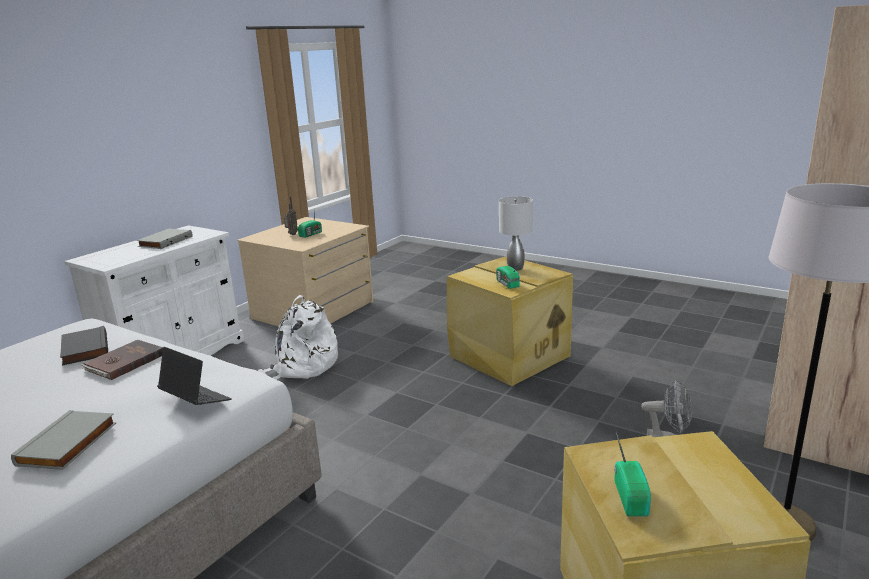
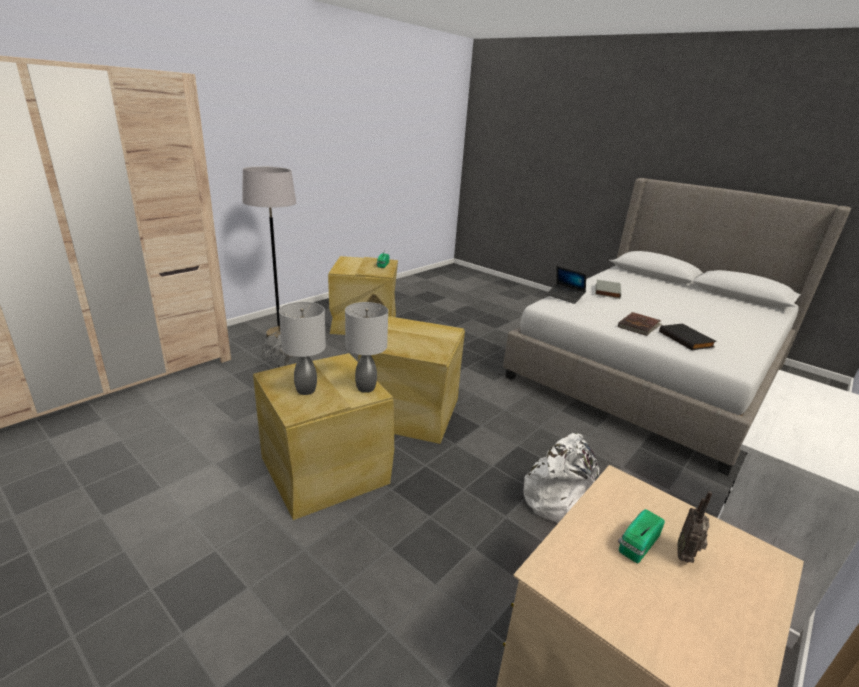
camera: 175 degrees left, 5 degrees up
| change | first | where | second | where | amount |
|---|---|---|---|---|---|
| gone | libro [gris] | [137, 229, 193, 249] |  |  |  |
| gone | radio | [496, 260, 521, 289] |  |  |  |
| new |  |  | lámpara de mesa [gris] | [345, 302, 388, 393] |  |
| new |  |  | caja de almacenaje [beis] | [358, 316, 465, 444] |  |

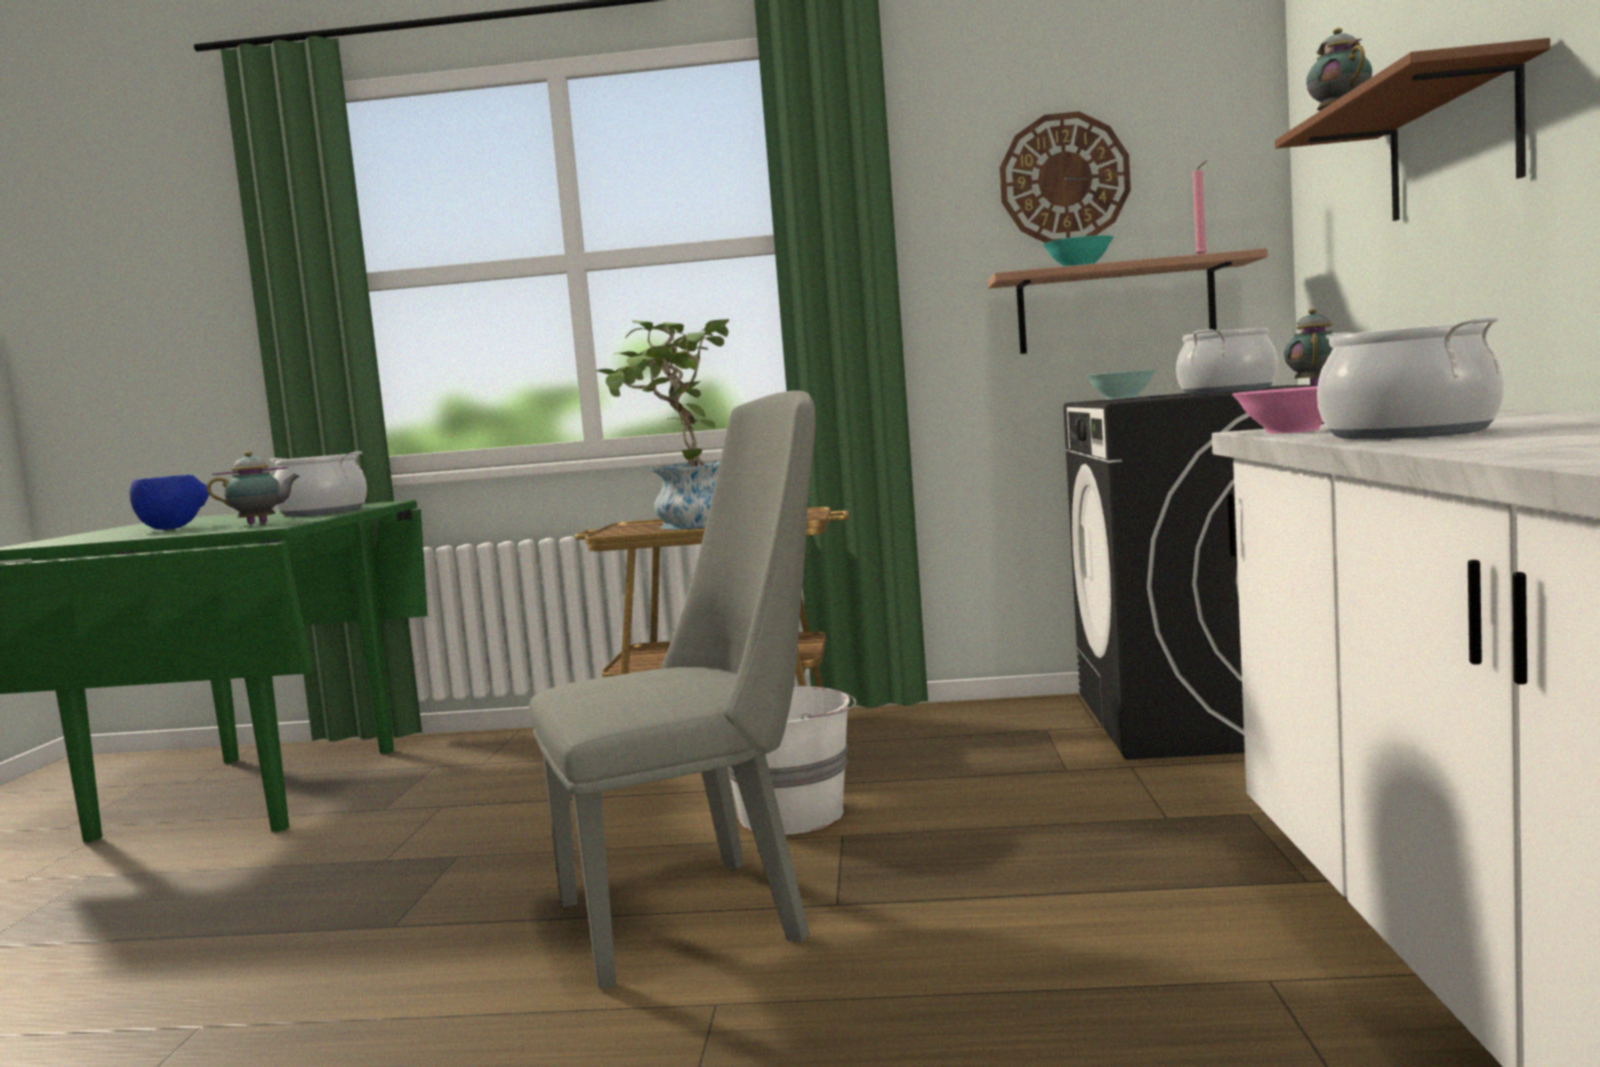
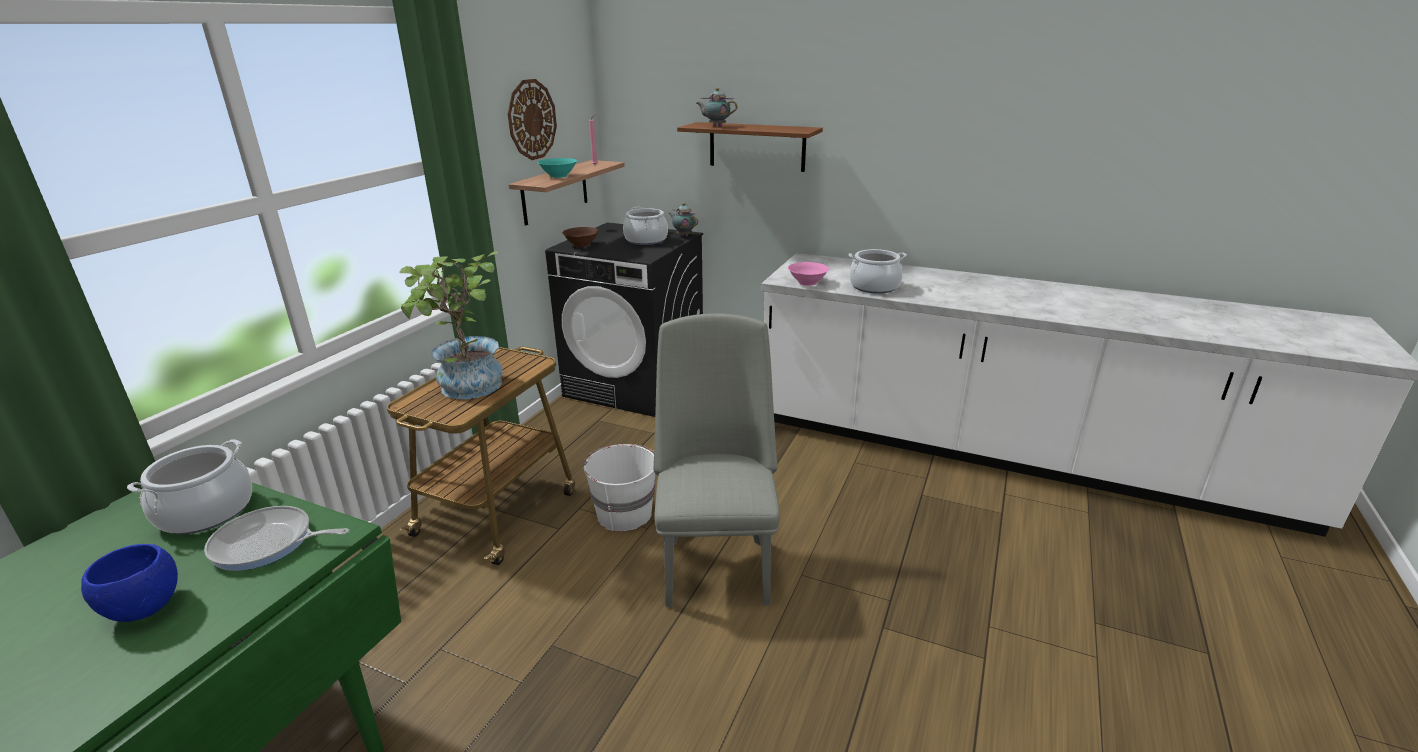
camera: 70 degrees left, 20 degrees up
| change | first | where | second | where | amount |
|---|---|---|---|---|---|
| swapped | tetera | [207, 451, 300, 525] | sartén | [204, 506, 349, 571] |  |
| repainted | cuenco [turquesa] | [1085, 369, 1157, 400] | cuenco [marrón] | [562, 227, 599, 247] |  |

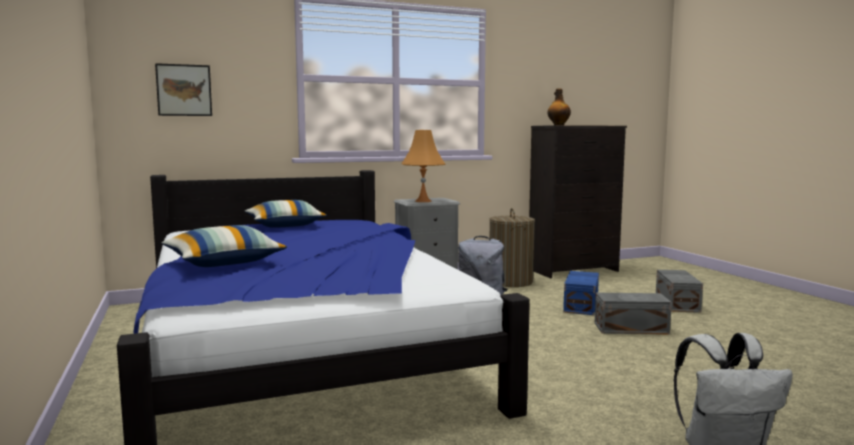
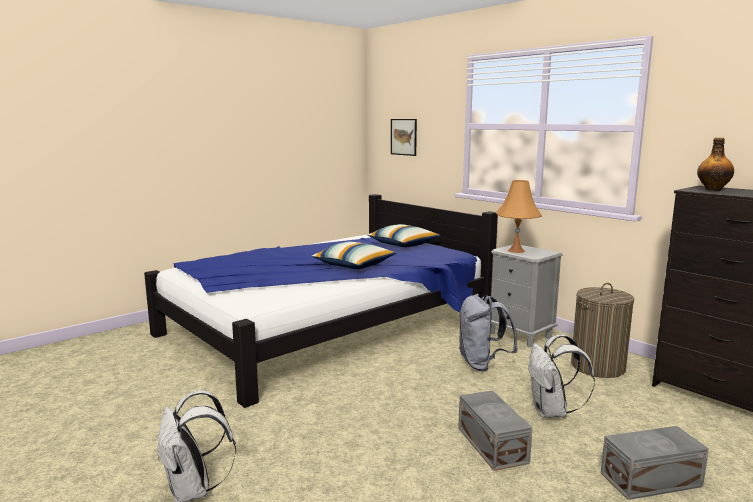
camera: 70 degrees right, 5 degrees up
| change | first | where | second | where | amount |
|---|---|---|---|---|---|
| shifted | cojín | [161, 225, 287, 267] |  | [312, 242, 397, 269] |  |
| swapped | caja de almacenaje [azul] | [563, 271, 599, 315] | mochila [blanco] | [528, 334, 595, 418] |  |

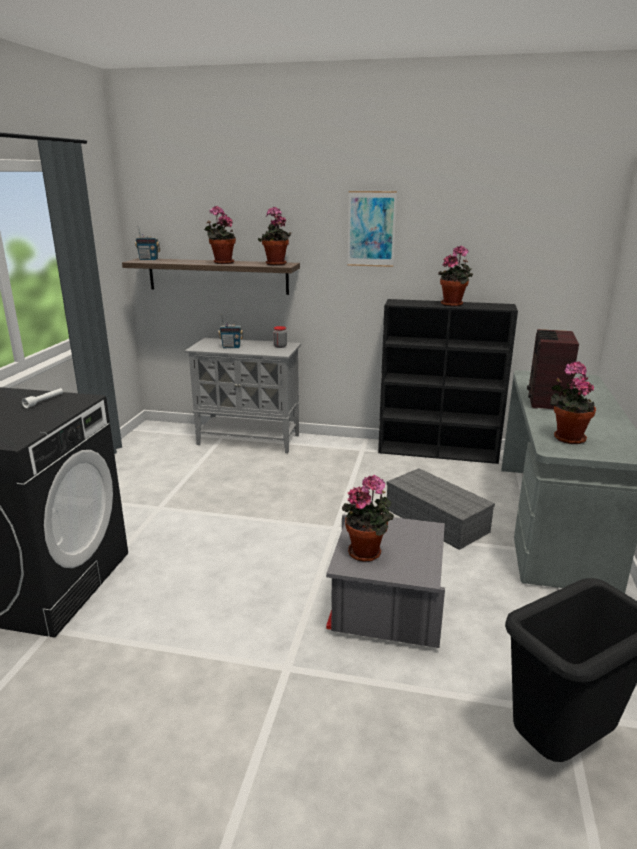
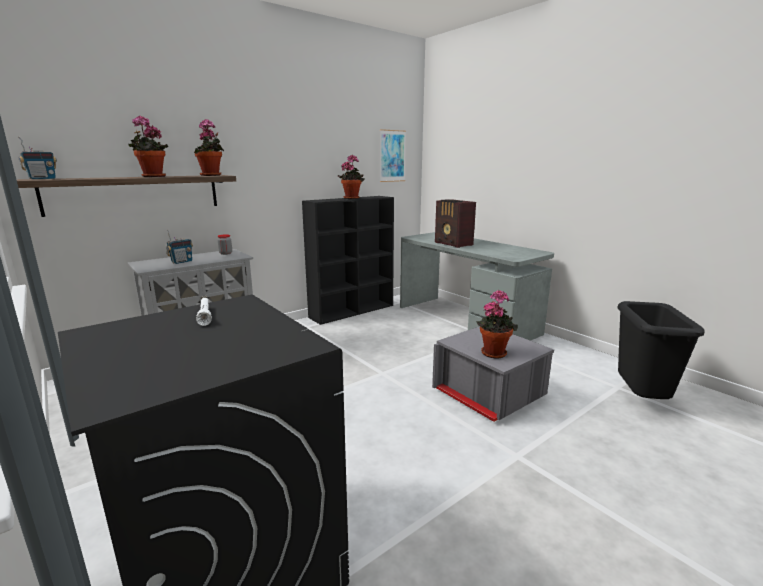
camera: 50 degrees left, 5 degrees down
| change | first | where | second | where | amount |
|---|---|---|---|---|---|
| gone | caja de almacenaje [gris] | [386, 468, 495, 550] |  |  |  |
| gone | planta en maceta | [550, 361, 596, 444] |  |  |  |
| shifted | cuadro | [347, 191, 397, 267] |  | [380, 129, 406, 182] |  |

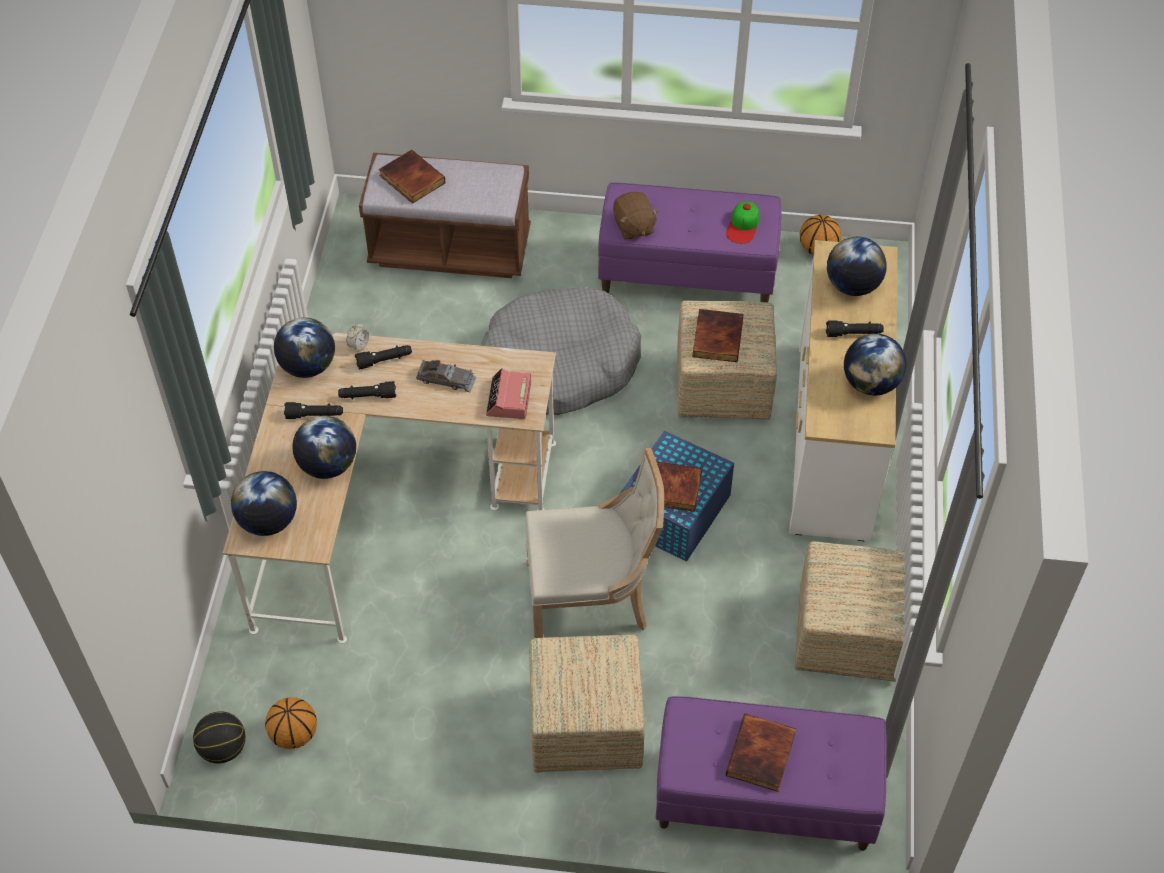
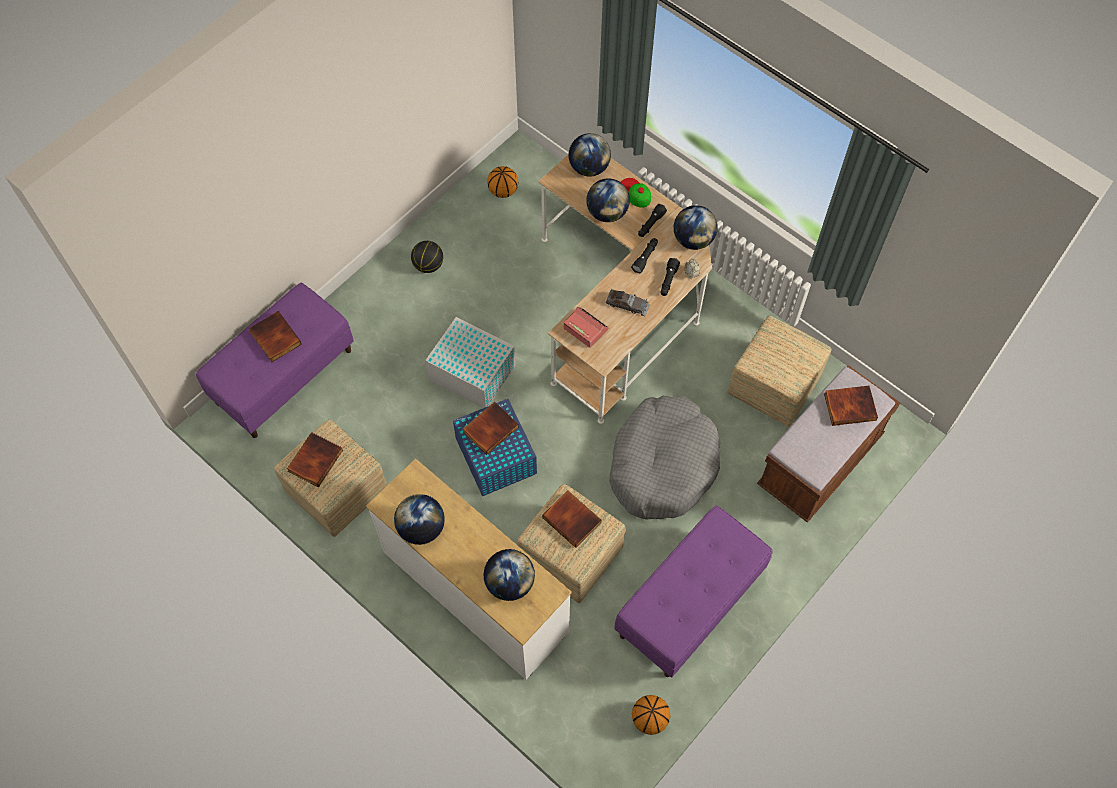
camera: 125 degrees right, 10 degrees up
| change | first | where | second | where | amount |
|---|---|---|---|---|---|
| gone | peluche [marrón] | [613, 192, 659, 240] |  |  |  |
| gone | linterna [negro] | [826, 321, 884, 337] |  |  |  |
| new |  |  | libro | [287, 432, 343, 487] |  |
| shifted | balón de baloncesto | [193, 711, 246, 763] |  | [411, 241, 443, 273] |  |
| shifted | puf | [529, 635, 645, 773] |  | [727, 315, 831, 427] |  |
| shifted | gorra | [726, 201, 759, 244] |  | [621, 178, 651, 208] |  |
| swapped | silla [beis] | [525, 448, 664, 638] | caja de almacenaje [blanco] | [425, 317, 515, 408] |  |
| rotated | coche de juguete [gris] | [416, 360, 476, 392] |  | [606, 289, 650, 316] | 120 degrees counterclockwise |

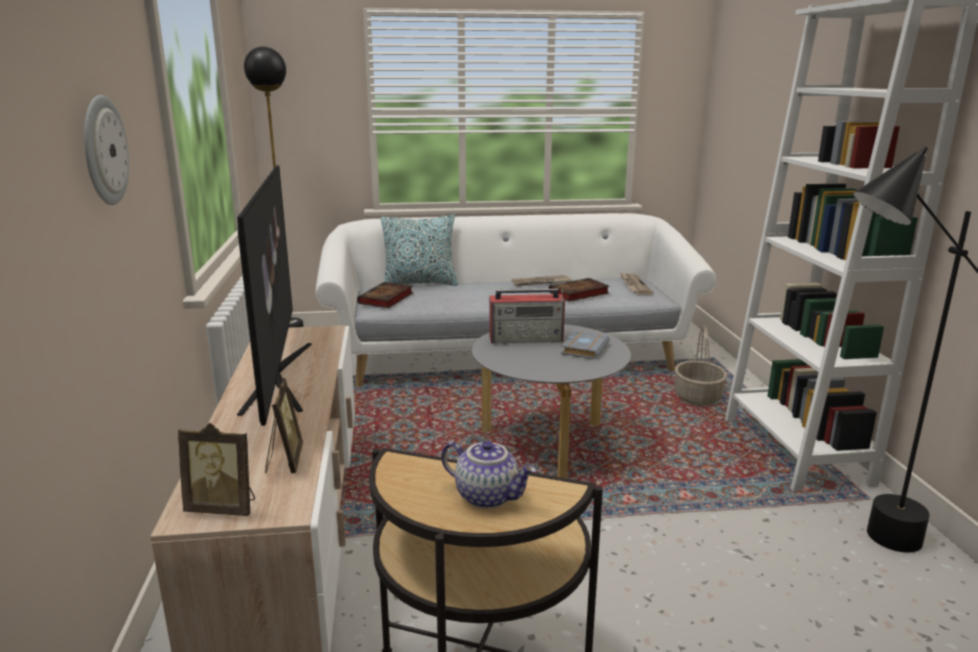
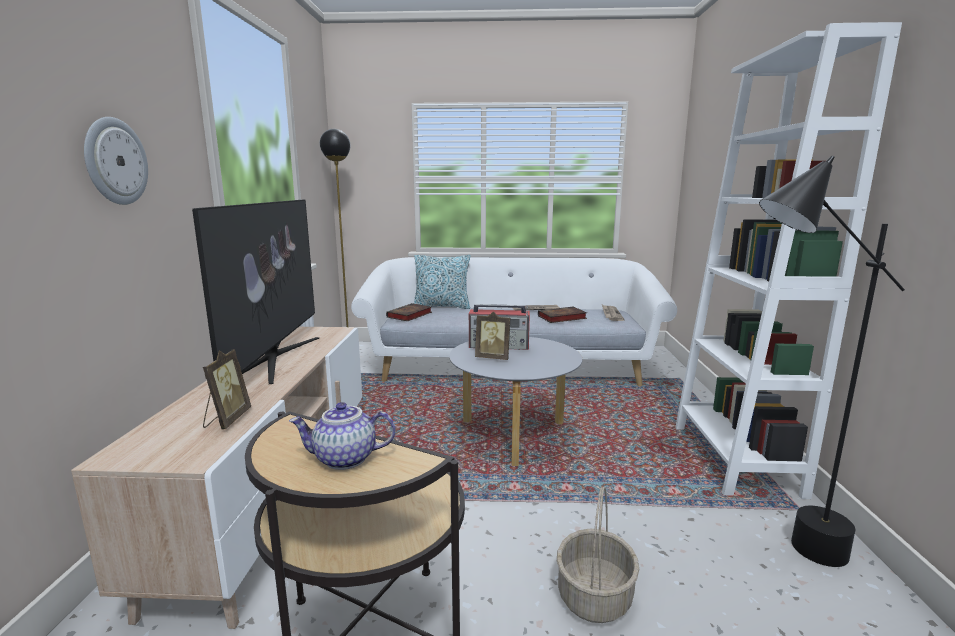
camera: 10 degrees right, 5 degrees down
| change | first | where | second | where | amount |
|---|---|---|---|---|---|
| gone | libro [gris] | [561, 331, 610, 359] |  |  |  |
| shifted | portarretratos | [178, 423, 255, 516] |  | [475, 312, 510, 360] |  |
| shifted | cesta | [675, 325, 727, 406] |  | [557, 486, 640, 623] |  |
| rotated | tetera | [441, 440, 536, 509] |  | [289, 402, 396, 470] | 135 degrees clockwise |

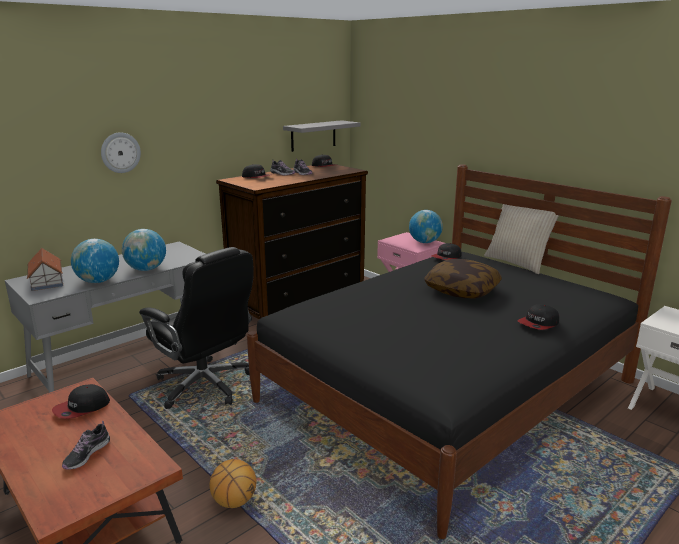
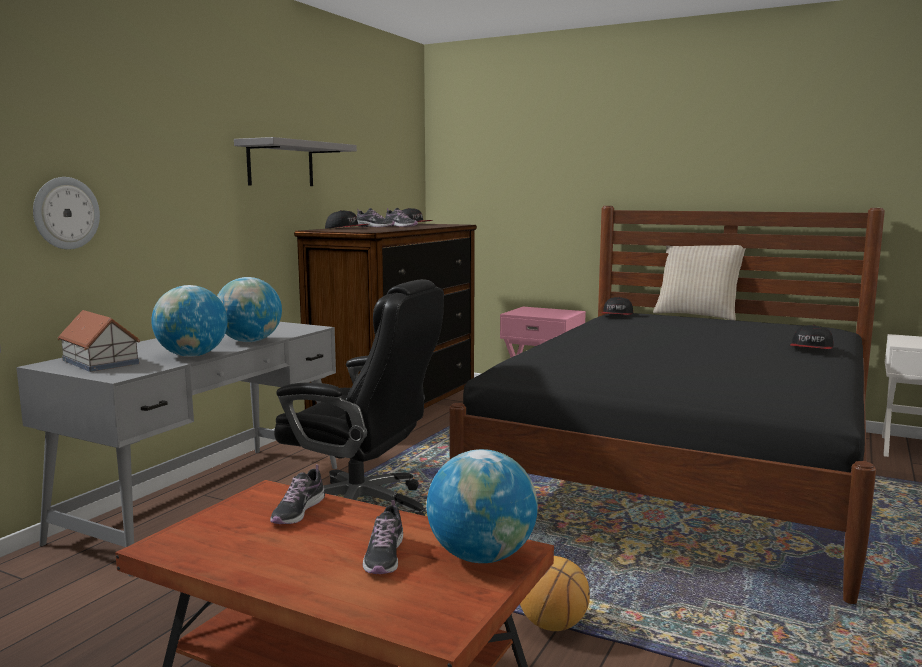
camera: 20 degrees left, 10 degrees down
| change | first | where | second | where | amount |
|---|---|---|---|---|---|
| gone | cojín | [424, 259, 502, 298] |  |  |  |
| shifted | reloj de pared | [101, 132, 141, 173] |  | [33, 177, 100, 250] |  |
| shifted | estante [gris] | [283, 120, 361, 152] |  | [234, 137, 357, 186] |  |
| shifted | globo terráqueo | [409, 210, 443, 243] |  | [427, 449, 538, 563] |  |
| swapped | gorra | [52, 384, 110, 419] | zapato | [270, 465, 325, 524] |  |

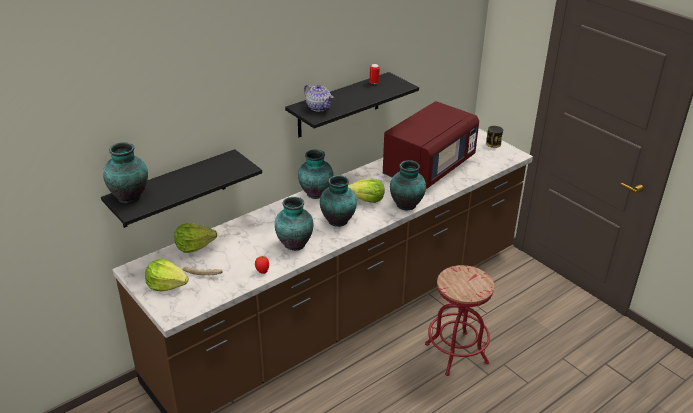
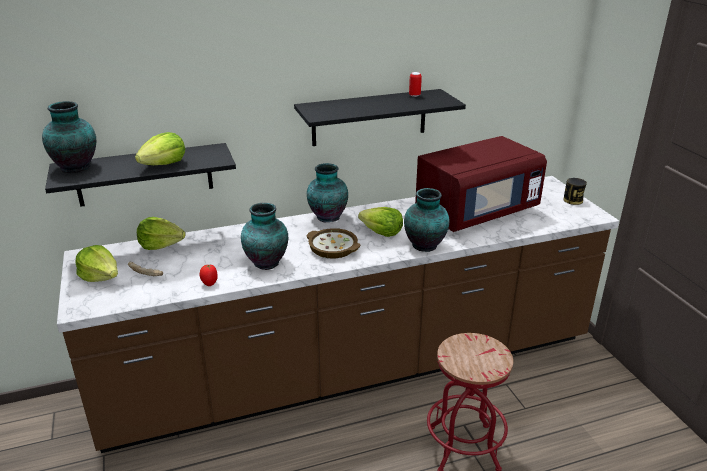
camera: 20 degrees right, 5 degrees down
| change | first | where | second | where | amount |
|---|---|---|---|---|---|
| gone | tetera | [304, 84, 334, 112] |  |  |  |
| new |  |  | lechuga | [135, 132, 185, 165] |  |
| swapped | florero | [320, 175, 357, 227] | cuenco | [306, 228, 360, 259] |  |

